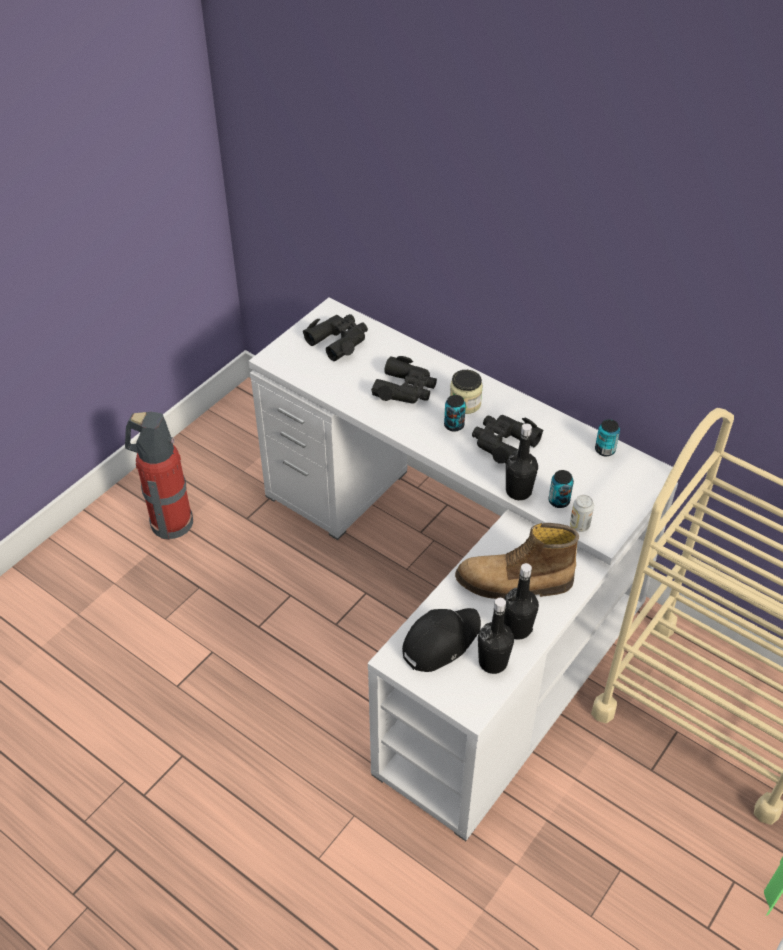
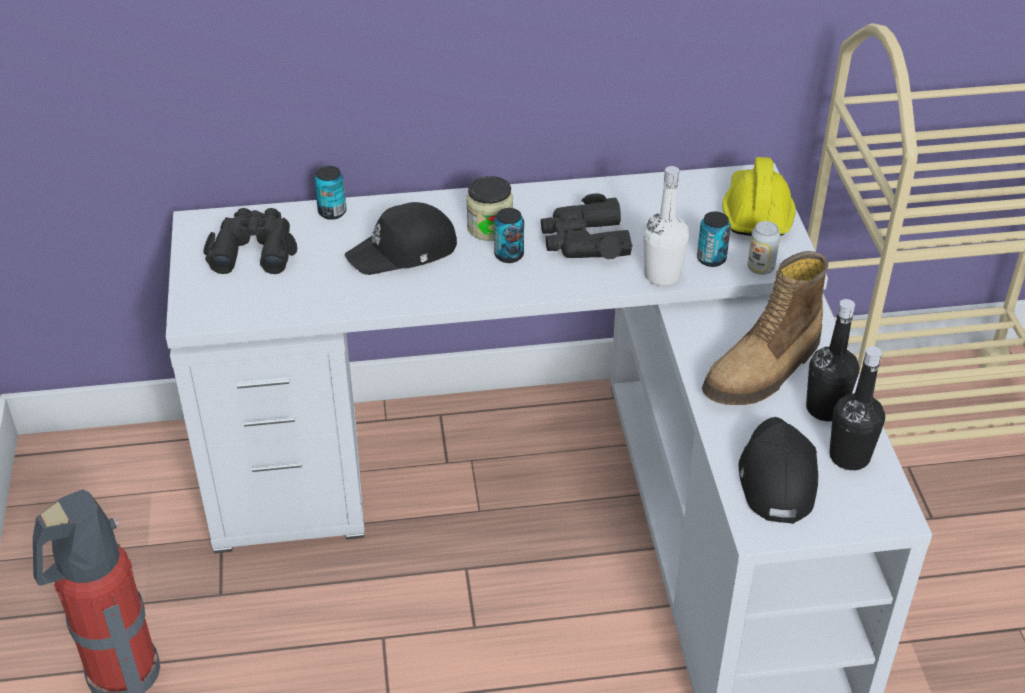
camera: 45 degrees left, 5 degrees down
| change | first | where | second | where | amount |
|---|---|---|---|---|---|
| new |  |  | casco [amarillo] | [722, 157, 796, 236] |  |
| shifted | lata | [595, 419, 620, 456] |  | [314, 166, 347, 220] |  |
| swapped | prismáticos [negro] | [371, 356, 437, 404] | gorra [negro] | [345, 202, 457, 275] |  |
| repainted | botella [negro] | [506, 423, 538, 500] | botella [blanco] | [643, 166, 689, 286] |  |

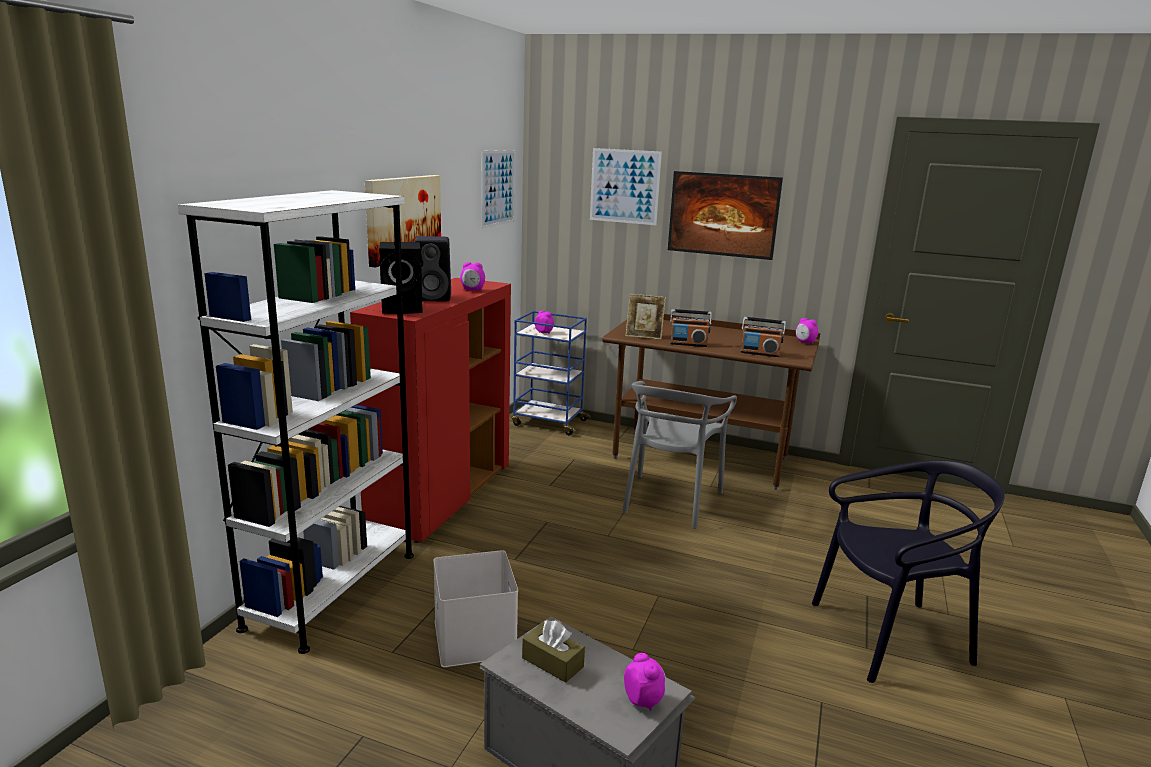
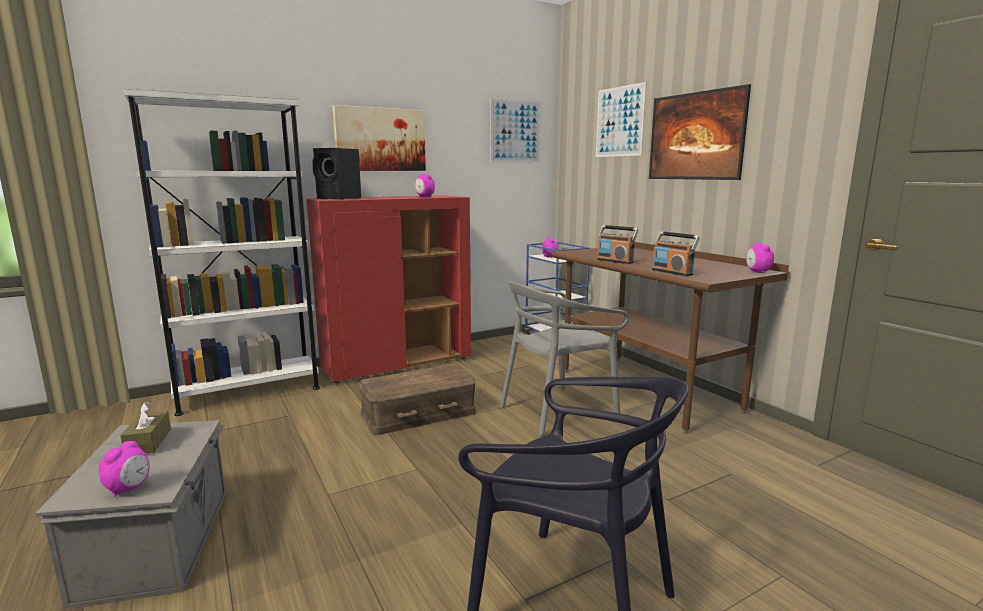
camera: 40 degrees right, 5 degrees down
| change | first | where | second | where | amount |
|---|---|---|---|---|---|
| gone | altavoz [negro] | [414, 236, 451, 301] |  |  |  |
| gone | caja de almacenaje [blanco] | [433, 550, 518, 667] |  |  |  |
| gone | portarretratos | [625, 294, 666, 340] |  |  |  |
| new |  |  | caja de almacenaje [marrón] | [358, 364, 476, 435] |  |

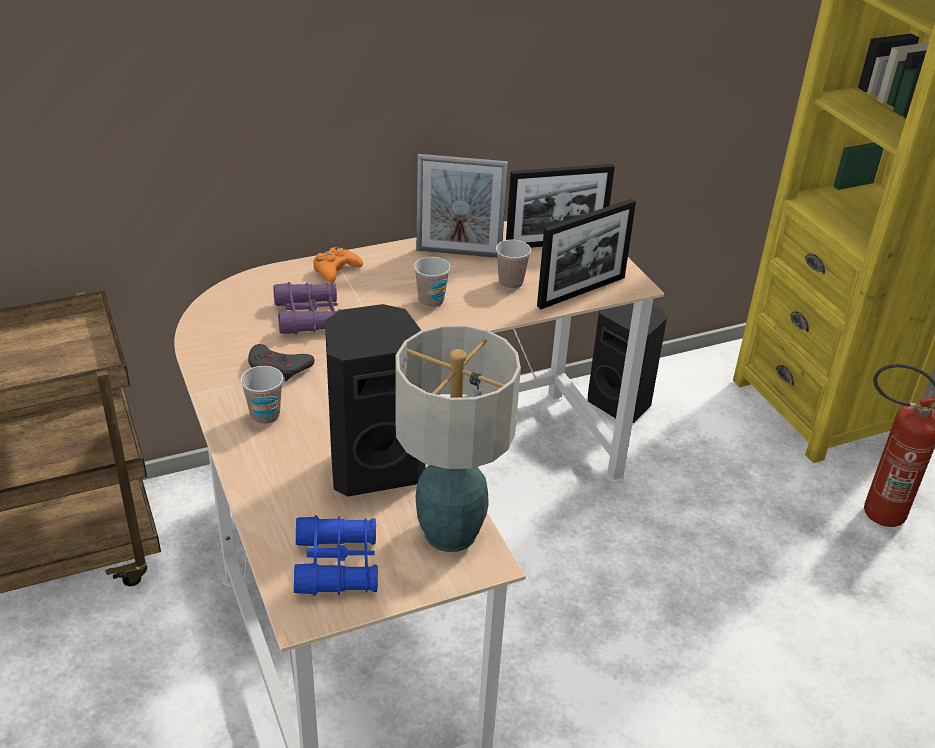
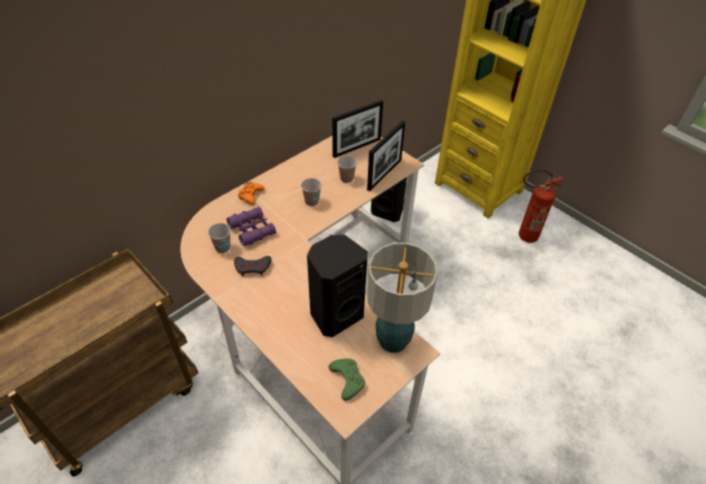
camera: 20 degrees left, 10 degrees up
| change | first | where | second | where | amount |
|---|---|---|---|---|---|
| gone | portarretratos | [416, 154, 508, 258] |  |  |  |
| shifted | taza | [240, 366, 283, 425] |  | [208, 223, 230, 253] |  |
| swapped | prismáticos [azul] | [294, 515, 378, 596] | mando de consola [verde] | [329, 359, 365, 401] |  |

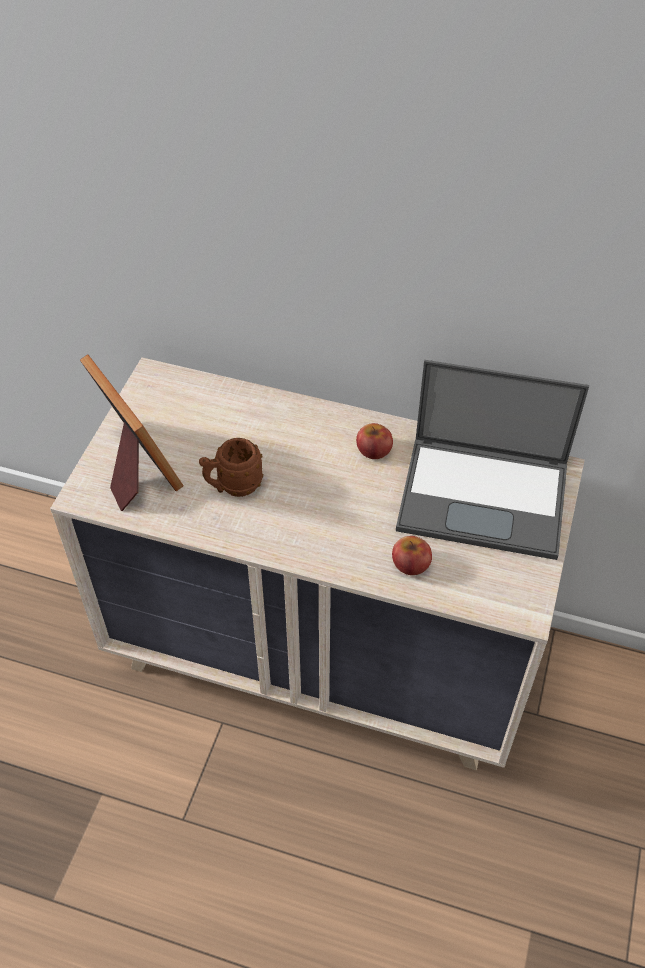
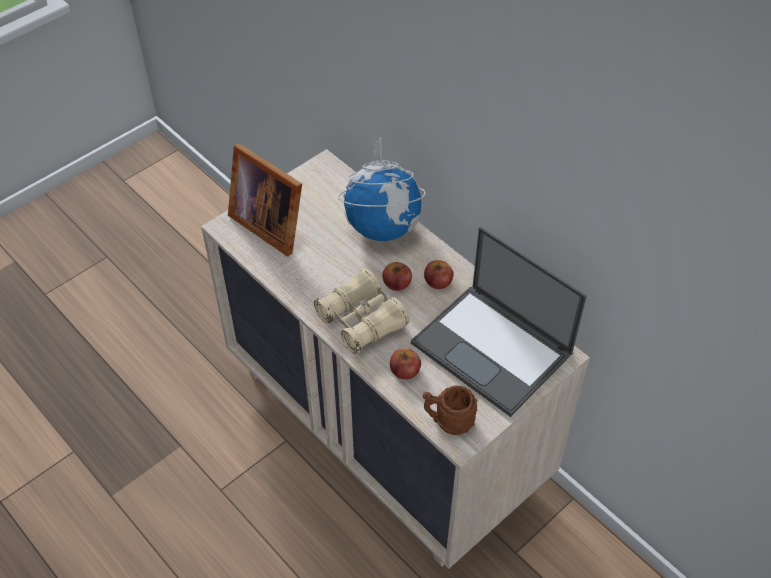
camera: 30 degrees right, 0 degrees up
| change | first | where | second | where | amount |
|---|---|---|---|---|---|
| new |  |  | prismáticos [beis] | [314, 269, 409, 354] |  |
| new |  |  | globo terráqueo | [338, 138, 426, 241] |  |
| new |  |  | manzana | [383, 262, 412, 291] |  |
| shifted | taza grande [marrón] | [199, 438, 263, 497] |  | [423, 386, 477, 435] |  |
| rotated | portarretratos | [80, 354, 184, 511] |  | [228, 143, 302, 256] | 135 degrees clockwise |

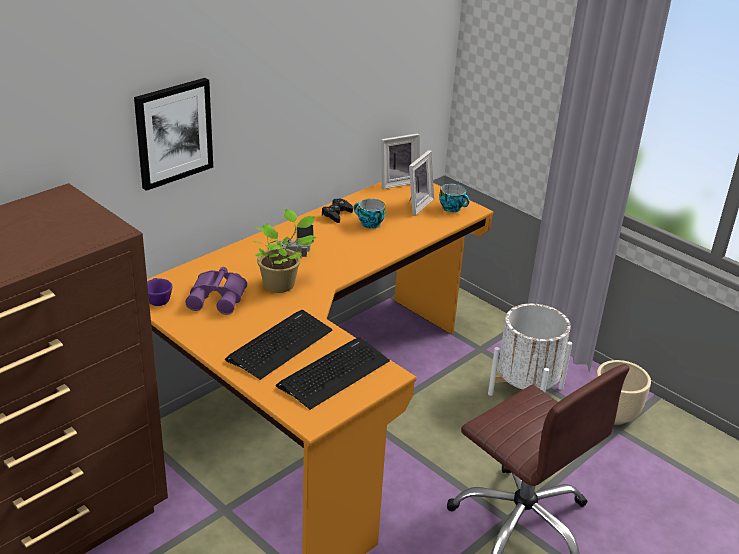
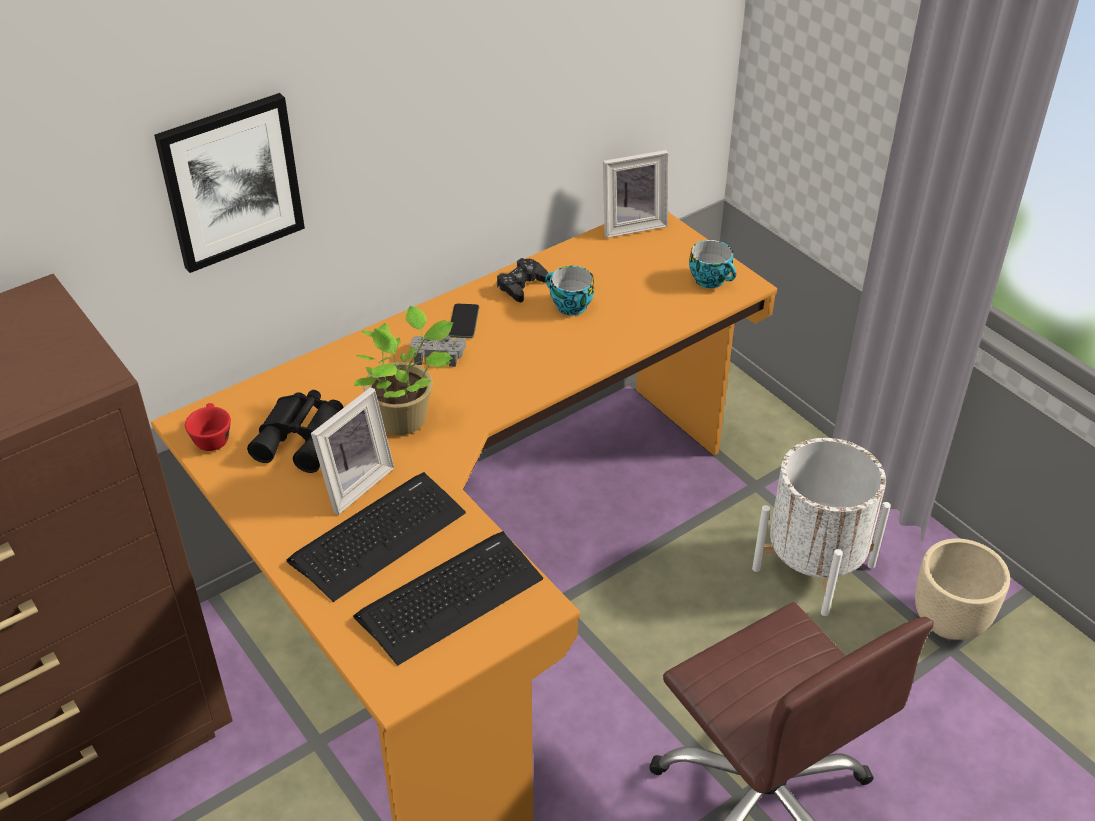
camera: 10 degrees right, 10 degrees up
| change | first | where | second | where | amount |
|---|---|---|---|---|---|
| shifted | portarretratos | [409, 150, 434, 216] |  | [311, 387, 394, 515] |  |
| repainted | taza [morado] | [147, 278, 172, 306] | taza [rojo] | [185, 403, 231, 451] |  |
| repainted | prismáticos [morado] | [185, 267, 247, 315] | prismáticos [negro] | [247, 390, 344, 473] |  |

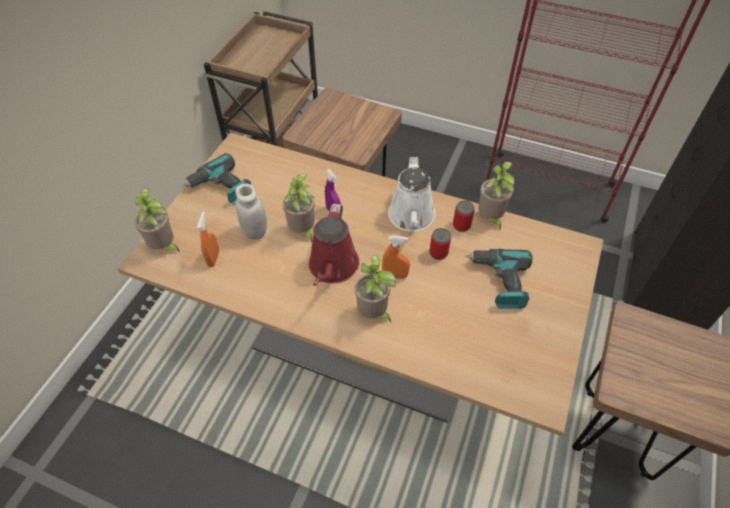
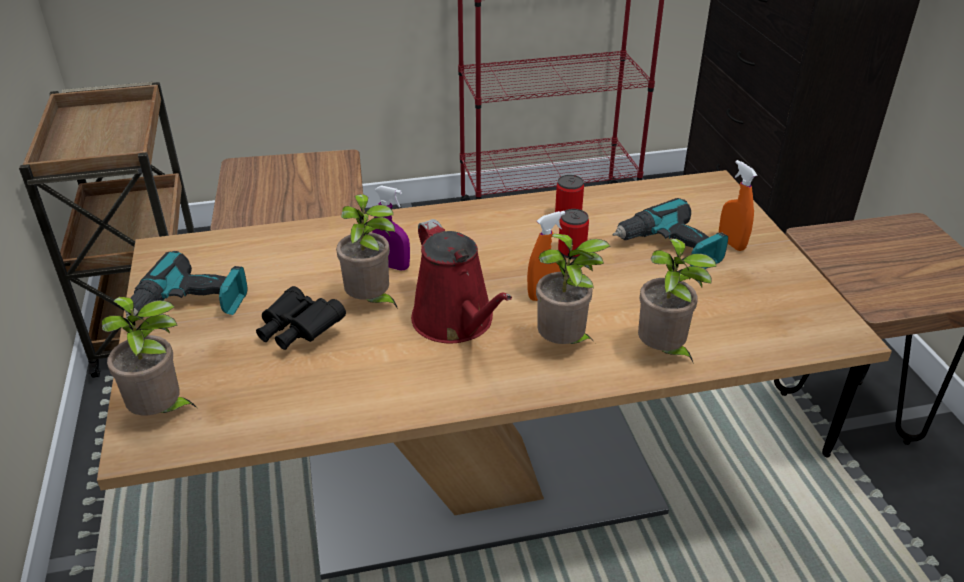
camera: 35 degrees left, 15 degrees down
| change | first | where | second | where | amount |
|---|---|---|---|---|---|
| gone | regadera [blanco] | [388, 157, 436, 232] |  |  |  |
| shifted | pulverizador [naranja] | [197, 211, 219, 267] |  | [719, 160, 757, 251] |  |
| shifted | planta en maceta | [478, 162, 515, 229] |  | [638, 239, 716, 364] |  |
| swapped | tarro [blanco] | [235, 184, 267, 240] | prismáticos [negro] | [256, 286, 346, 350] |  |

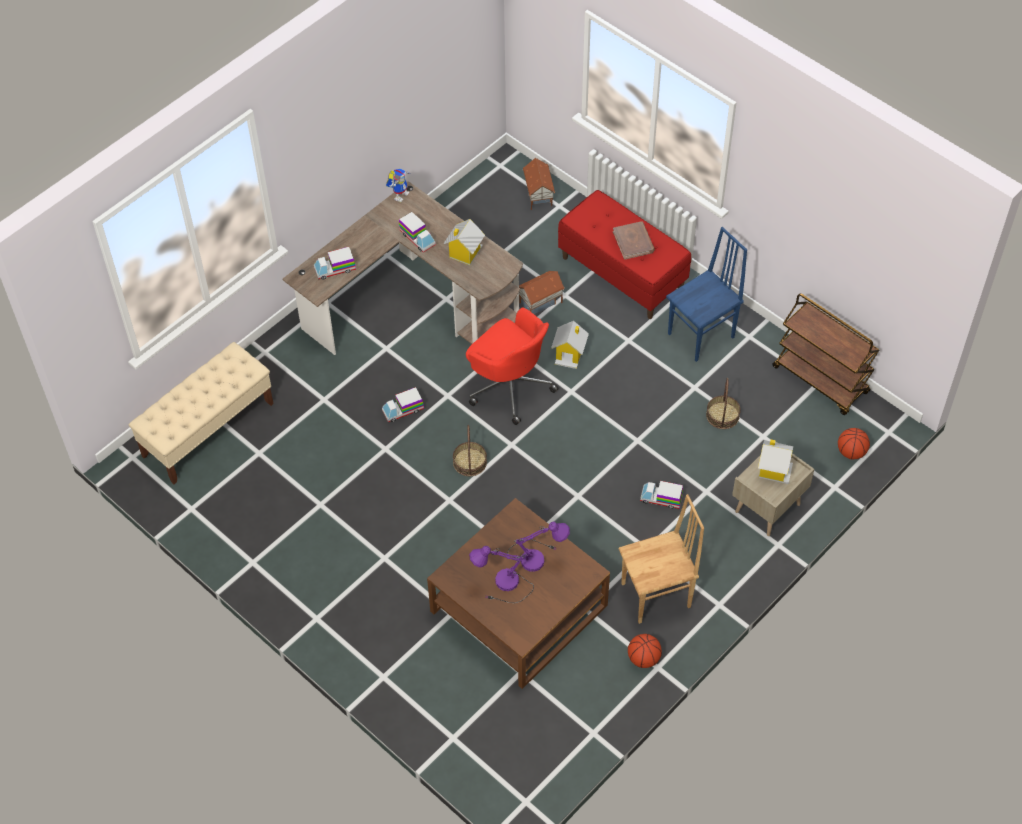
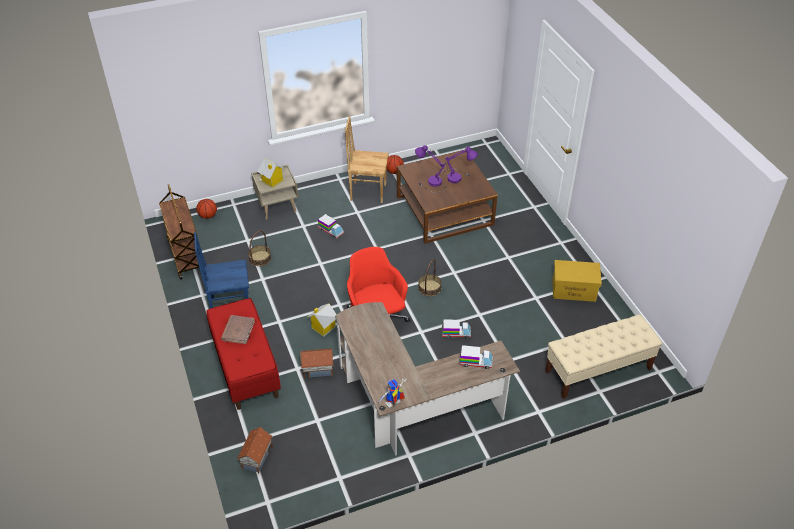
camera: 155 degrees left, 10 degrees down
| change | first | where | second | where | amount |
|---|---|---|---|---|---|
| gone | camión de juguete | [399, 212, 436, 253] |  |  |  |
| gone | casita | [443, 219, 485, 265] |  |  |  |
| new |  |  | caja de almacenaje [amarillo] | [552, 260, 602, 302] |  |

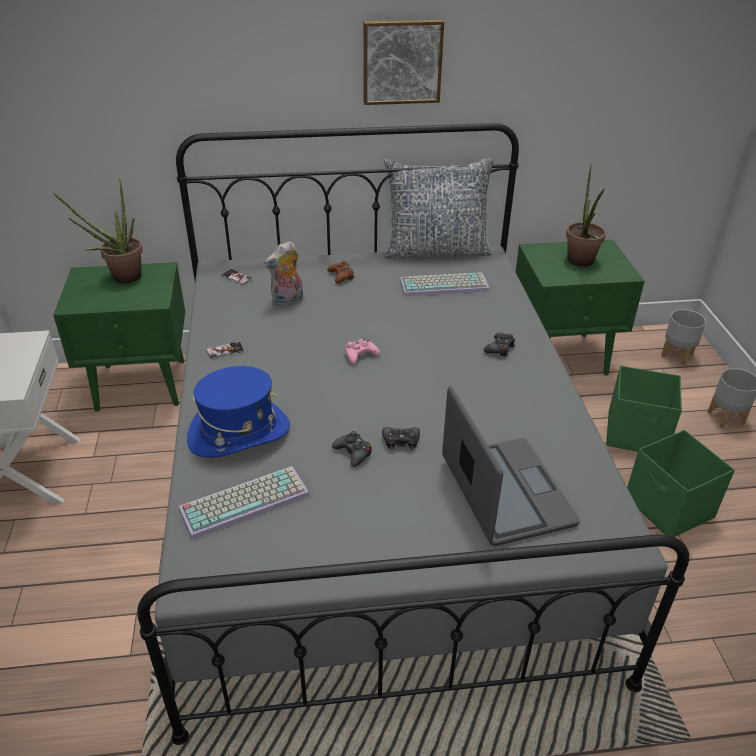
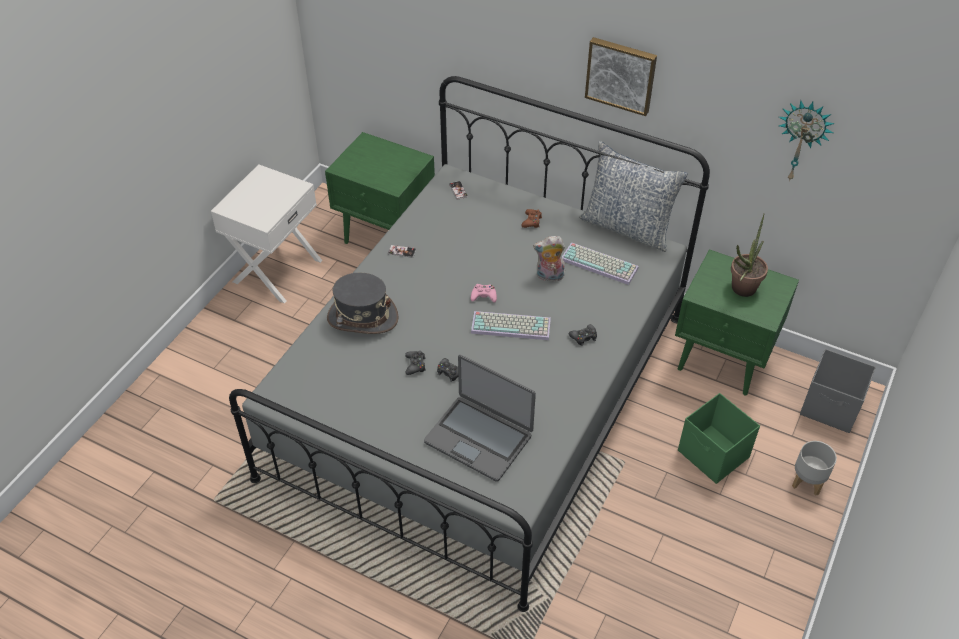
camera: 35 degrees right, 10 degrees up
| change | first | where | second | where | amount |
|---|---|---|---|---|---|
| gone | planta en maceta | [52, 178, 143, 284] |  |  |  |
| gone | caja de almacenaje [verde] | [627, 430, 735, 537] |  |  |  |
| new |  |  | reloj de pared | [779, 100, 835, 182] |  |
| shifted | teclado | [179, 466, 310, 540] |  | [471, 311, 551, 340] |  |
| shifted | peluche | [264, 241, 303, 307] |  | [533, 236, 565, 281] |  |
| swapped | maceta [gris] | [661, 309, 706, 365] | caja de almacenaje [gris] | [800, 349, 876, 433] |  |
| repainted | sombrero [azul] | [187, 366, 290, 458] | sombrero [gris] | [327, 273, 399, 334] |  |
| rotated | portátil | [442, 386, 580, 546] |  | [424, 355, 536, 482] | 105 degrees clockwise |

